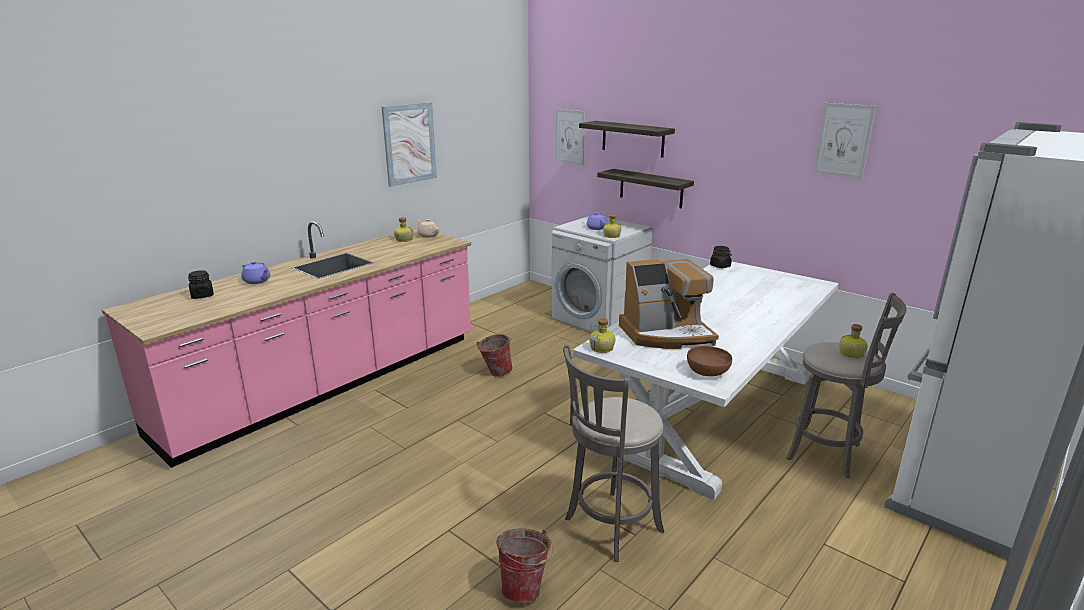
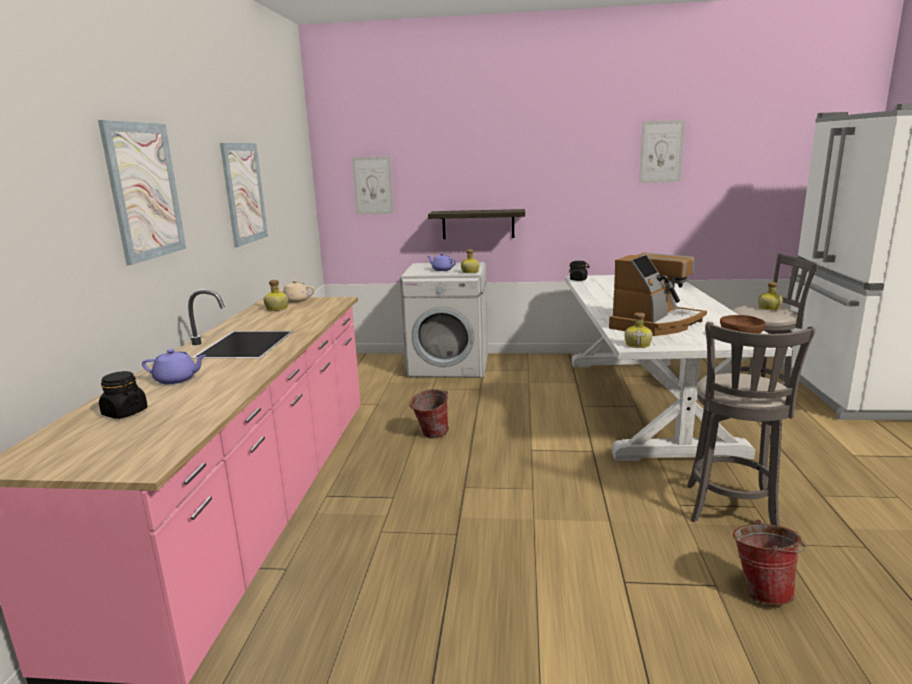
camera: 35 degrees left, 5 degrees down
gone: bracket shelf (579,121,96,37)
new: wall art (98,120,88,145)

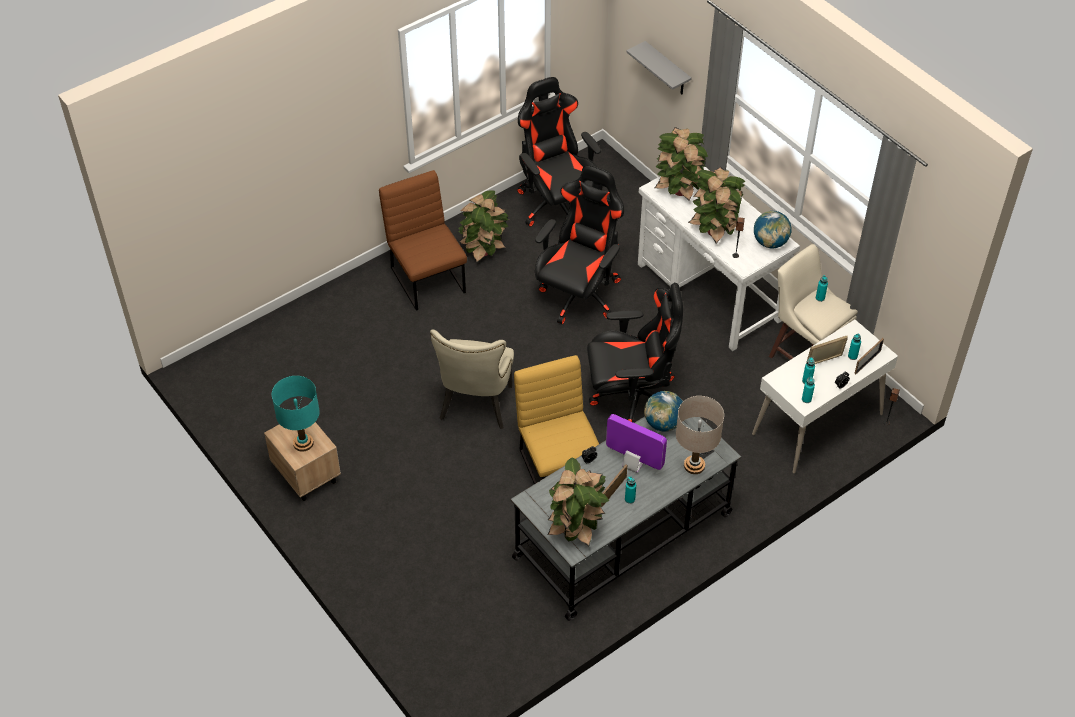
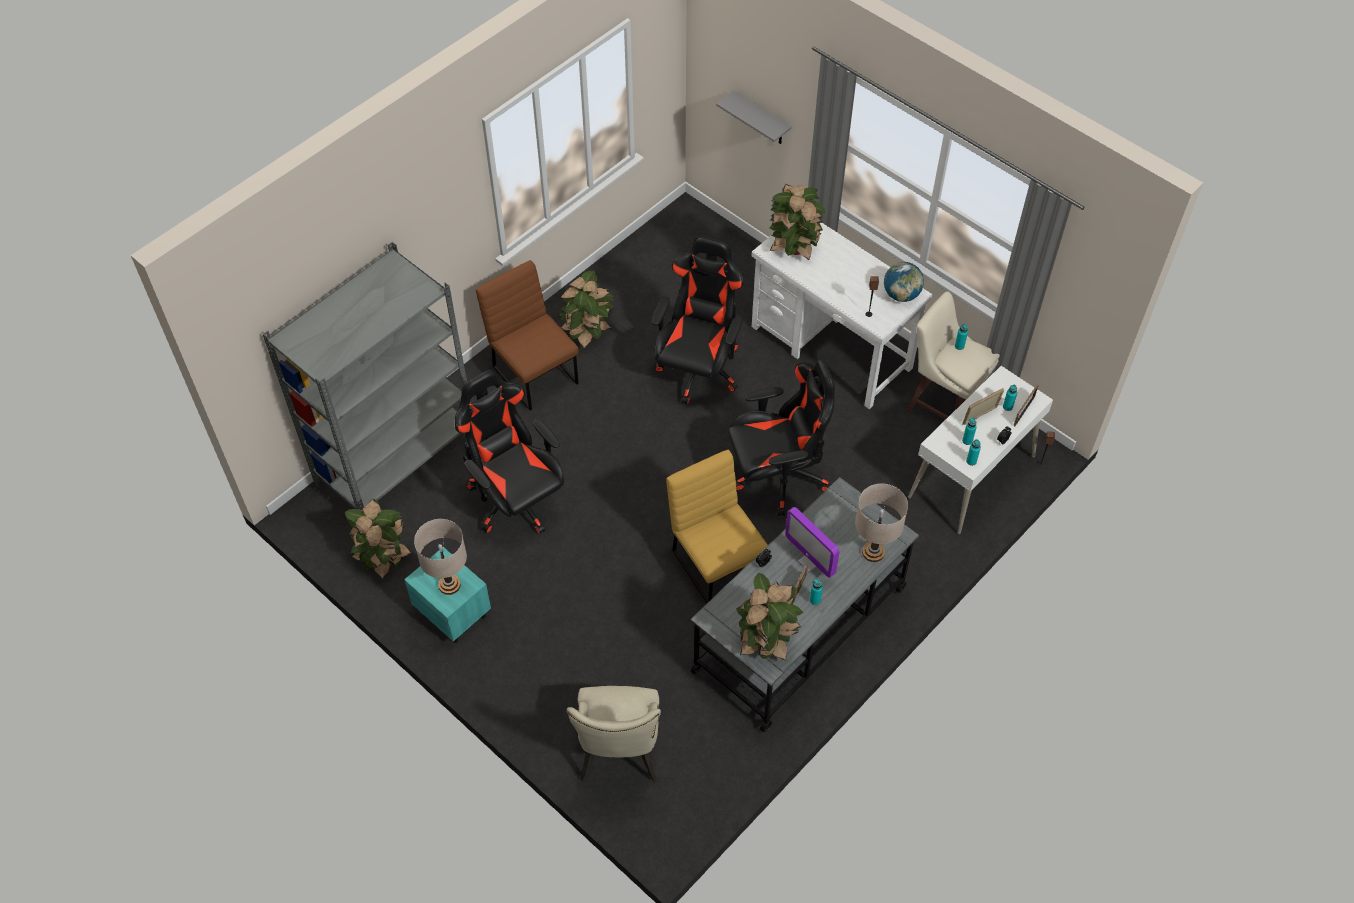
camera: 10 degrees left, 5 degrees up
gone: globe (644,391,39,41)
new: grey bookshelf (263,242,208,268)
shifted: sand-coloured plain chair (430,330,84,99) to (567,686,94,97); black-coloured office chair (517,77,84,150) to (455,370,109,164); houseplant (688,167,57,76) to (345,498,68,81)
repainted: sand-coloured bedside table (264,422,77,79) to turquoise-coloured bedside table (404,547,87,96); turquoise-coloured tabletop lamp (272,376,48,76) to sand-coloured tabletop lamp (414,519,53,76)
rotated: monitor (606,414,61,59) = (785,507,54,71) 150 degrees counterclockwise

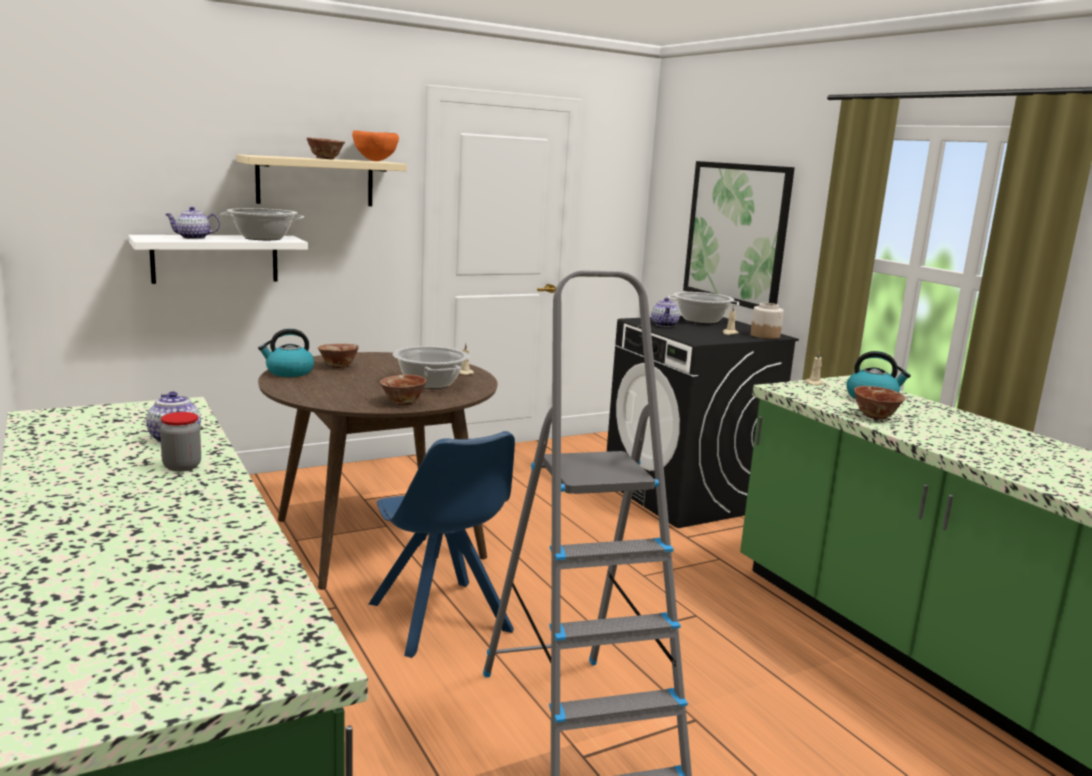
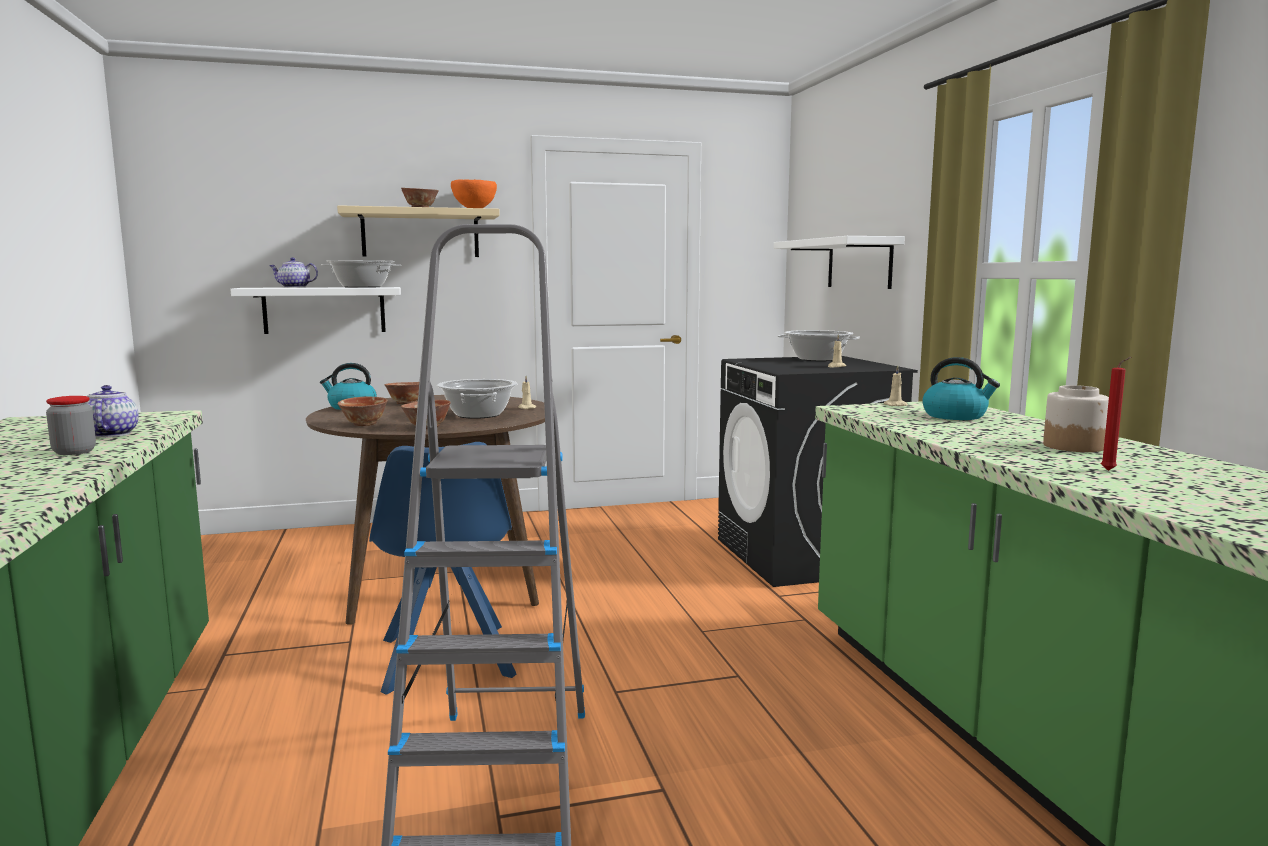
camera: 15 degrees right, 5 degrees down
gone: teapot (651,297,29,30)
new: red-coloured candle (1101,357,30,114)
shifted: preserve jar (750,303,34,36) to (1043,385,66,67); serving bowl (854,386,51,34) to (338,397,50,29)
swapped: wall art (683,161,112,148) to white bracket shelf (774,236,131,53)

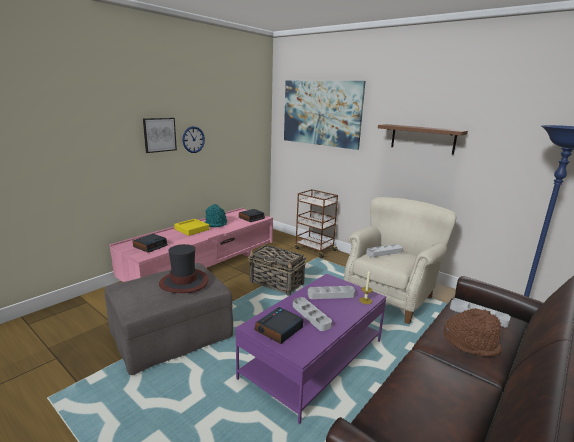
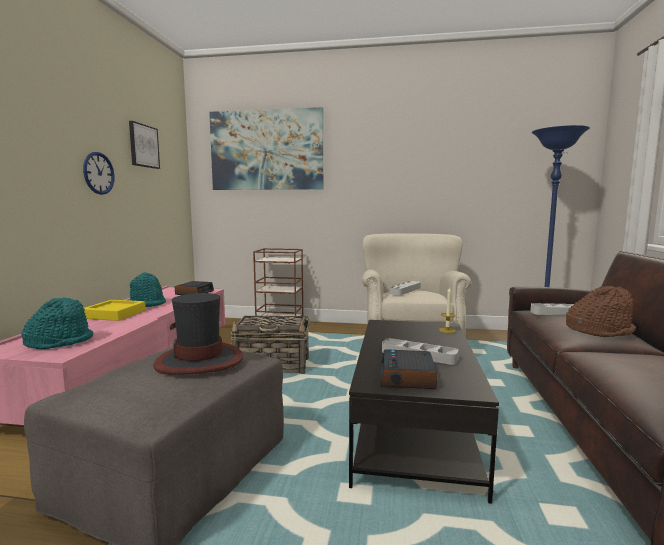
camera: 30 degrees left, 10 degrees down
gone: grey tray (308,286,47,13); brown-coloured bracket shelf (378,124,90,31)
shifted: wall art (143,118,34,35) to (129,121,31,48)
swapped: alarm clock (133,234,35,19) to turquoise-coloured wearable hat (21,297,72,53)
repainted: purple-coloured lounge table (235,274,151,150) to black-coloured lounge table (349,320,150,184)

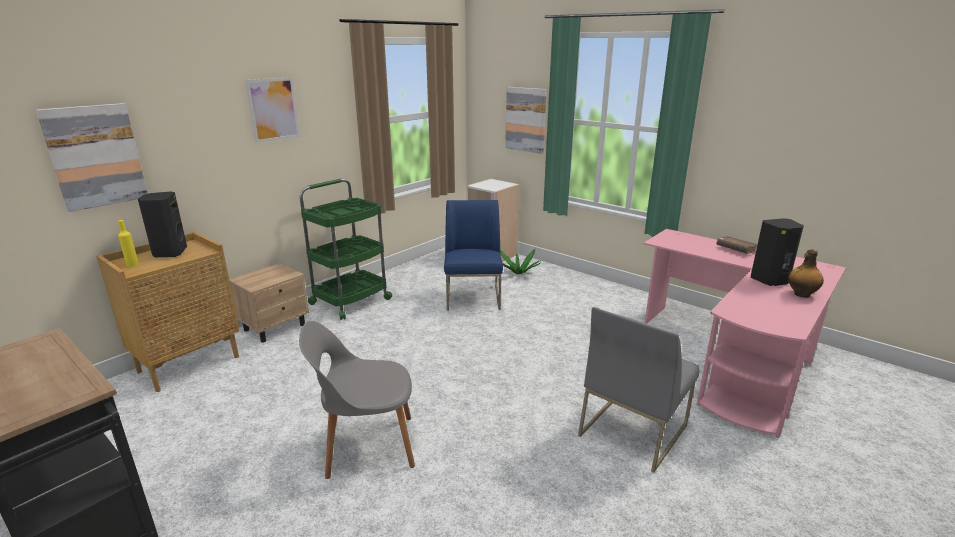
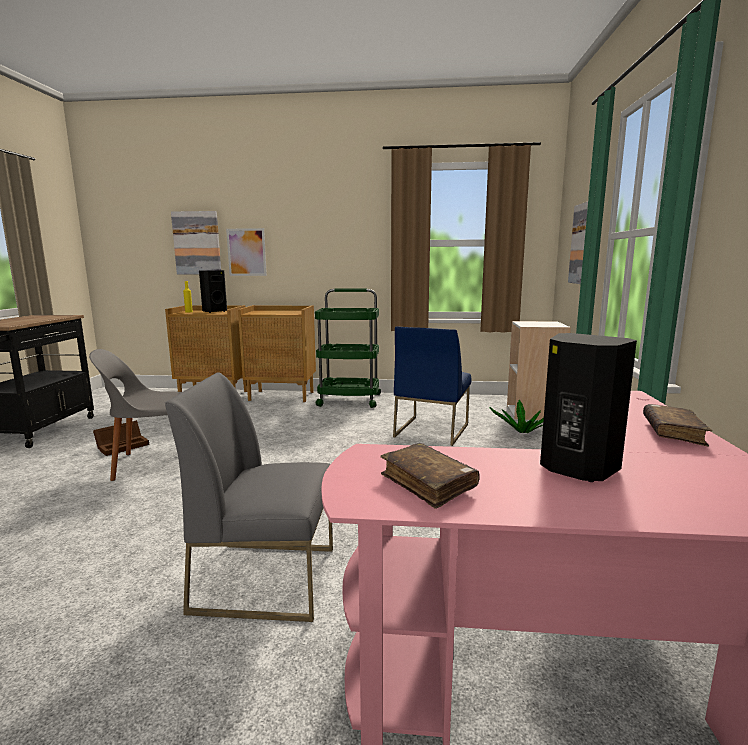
camera: 55 degrees right, 10 degrees down
gone: beverage bottle (788,249,36,49)
new: brown-coloured storage bin (93,420,56,36); brown-coloured volume (381,443,99,66)
shifted: wall art (245,78,55,65) to (226,228,41,48)
swapped: sand-coloured bedside table (229,263,80,80) to brown-coloured cupboard (238,305,78,97)
rotated: grey plain chair (299,321,116,158) = (89,349,93,132) 60 degrees counterclockwise; bluish plain chair (444,200,59,111) = (393,326,78,120) 150 degrees clockwise

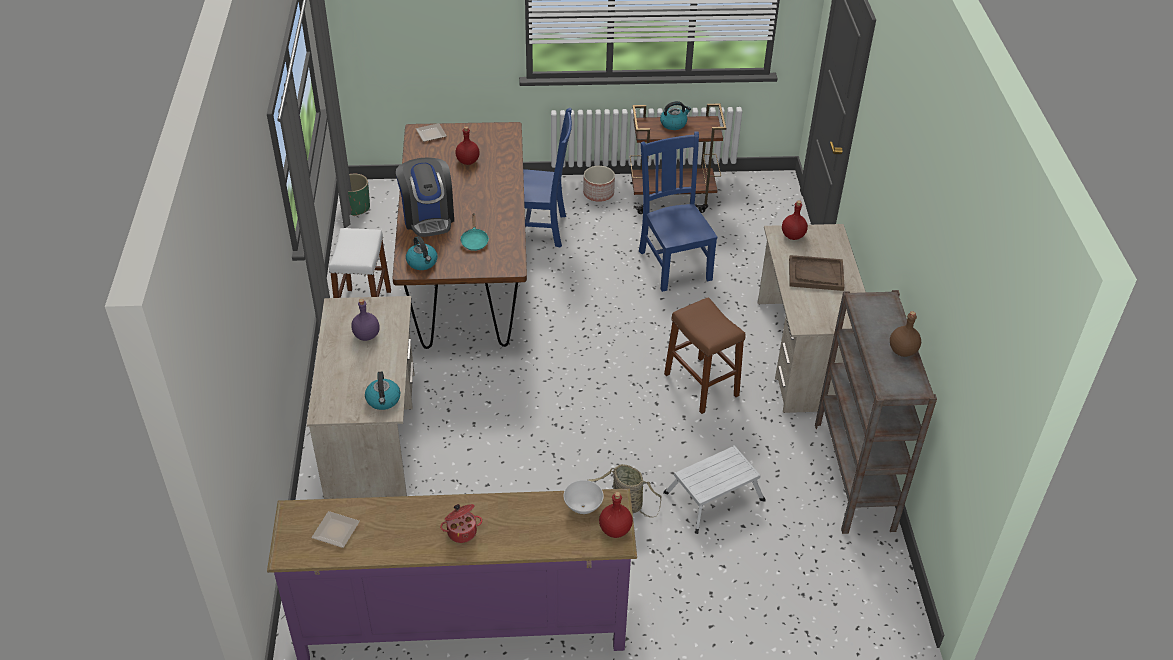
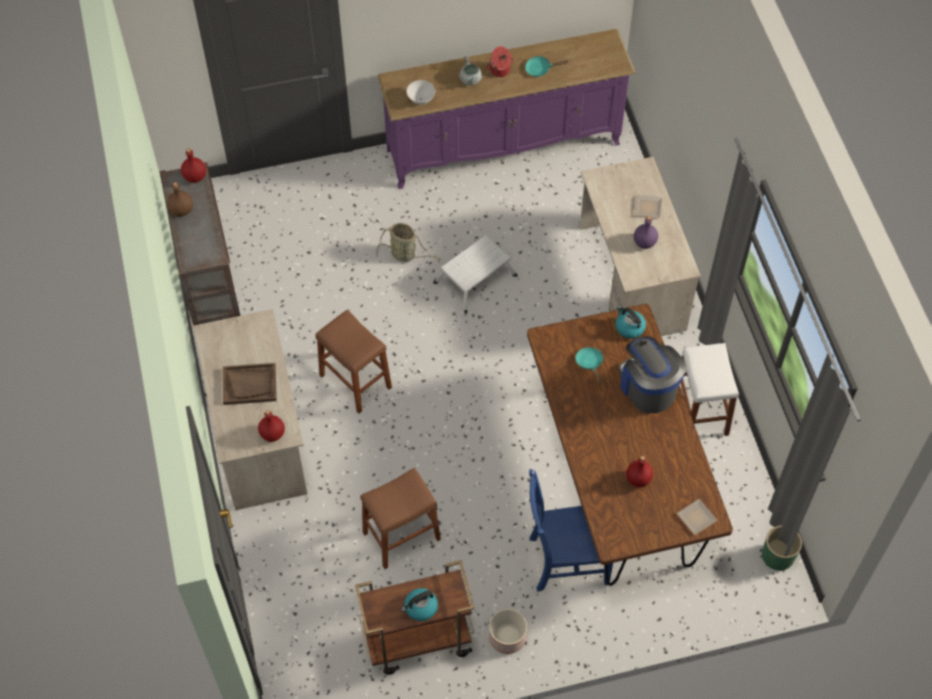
camera: 170 degrees right, 15 degrees up
gone: water kettle (365,372,35,38)
new: grey saucepot (459,56,23,29); turquoise-coloured pan (525,56,44,21)
shifted: flat dish (311,511,49,37) to (634,195,28,23); red-coloured beverage bottle (599,492,34,46) to (181,149,25,34); white step stool (663,445,103,89) to (433,235,85,79)
swapped: bluish plain chair (639,131,79,161) to brown-coloured sitting stool (360,468,81,101)

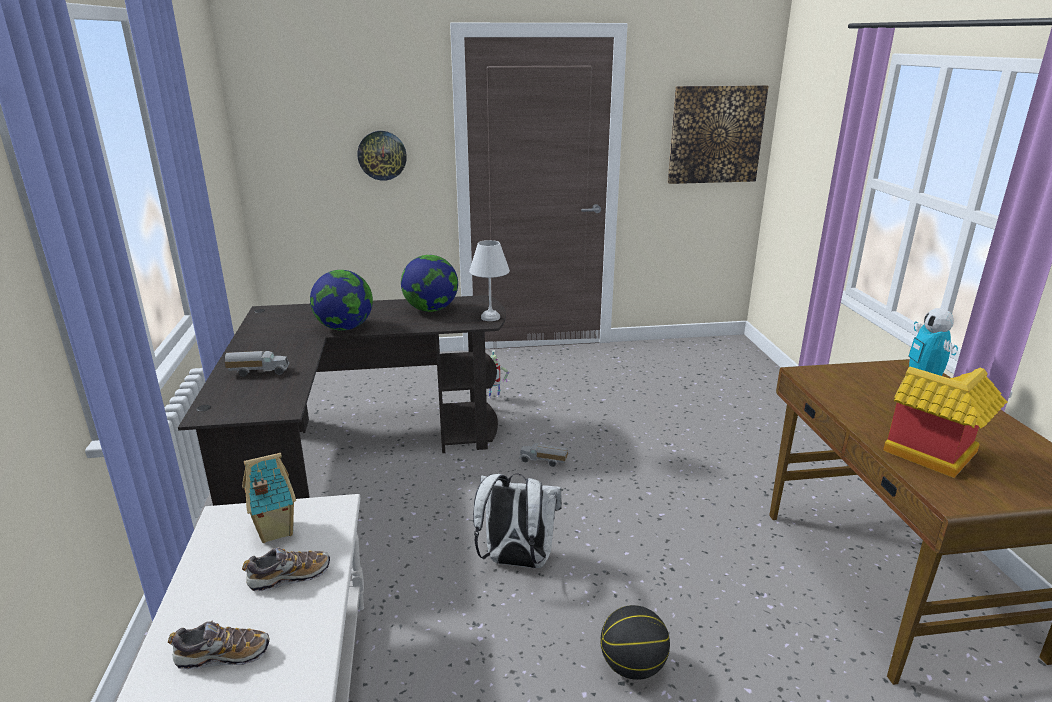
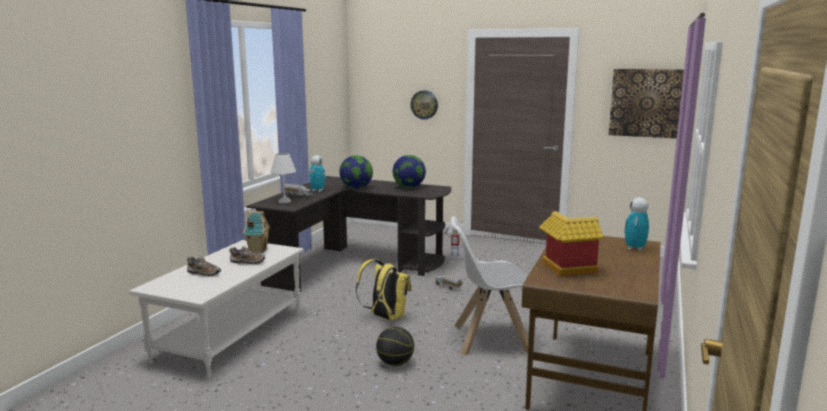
camera: 30 degrees right, 10 degrees down
new: robot figure (310,155,16,37); plain chair (450,216,84,139)
shifted: white tabletop lamp (469,240,41,81) to (271,153,25,50)
repainted: white knapsack (473,473,89,95) to yellowish knapsack (356,259,55,61)

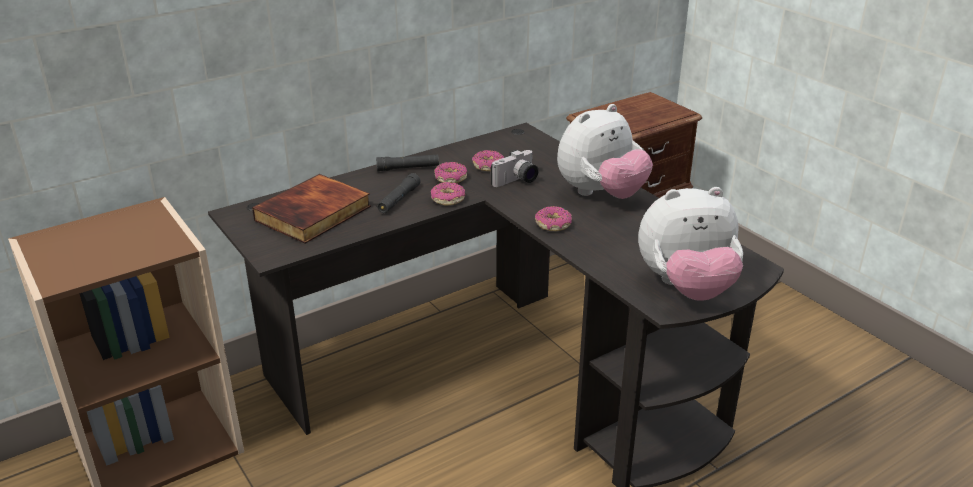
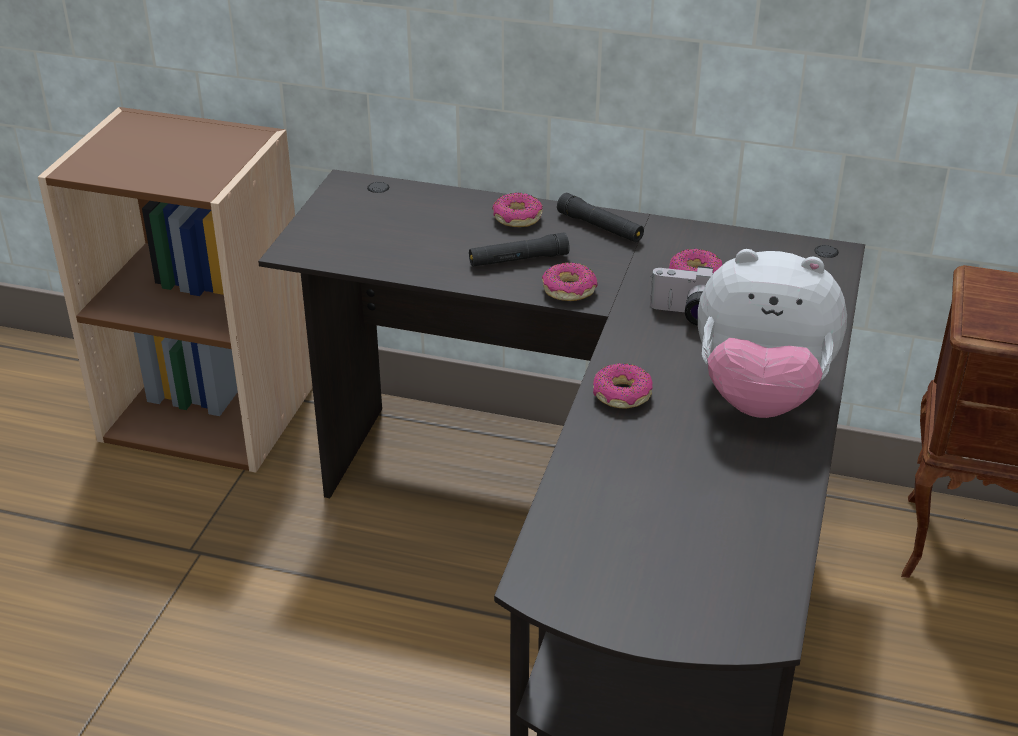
camera: 50 degrees right, 5 degrees up
gone: volume (252,174,119,69); plush toy (638,187,105,114)
shifted: ring doughnut (434,162,33,21) to (492,193,51,34)

